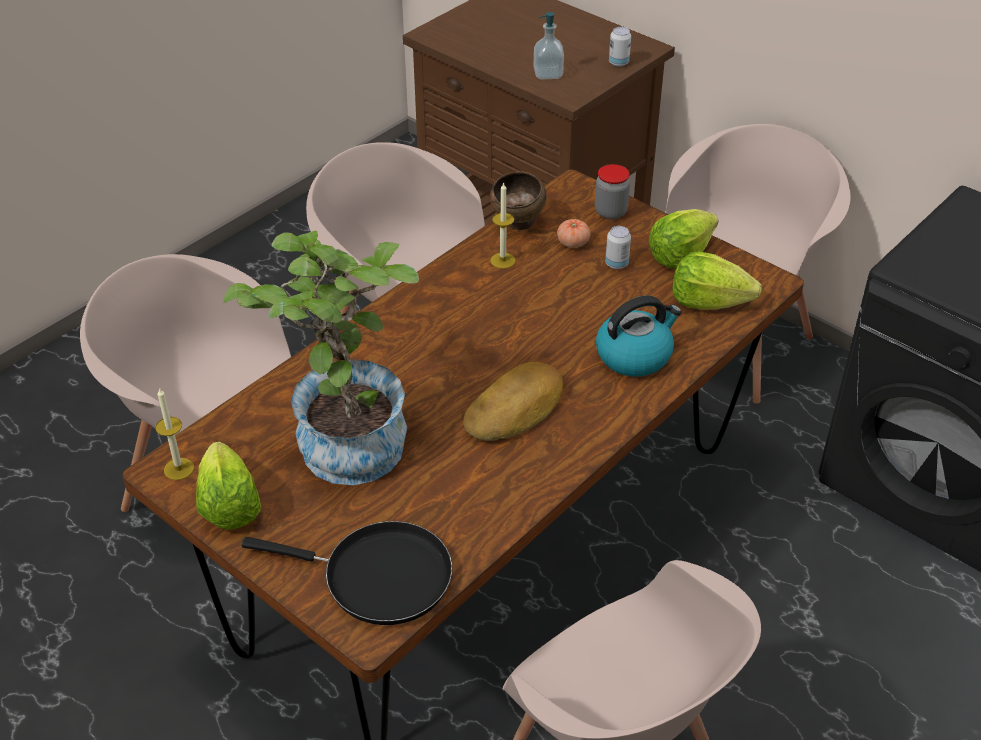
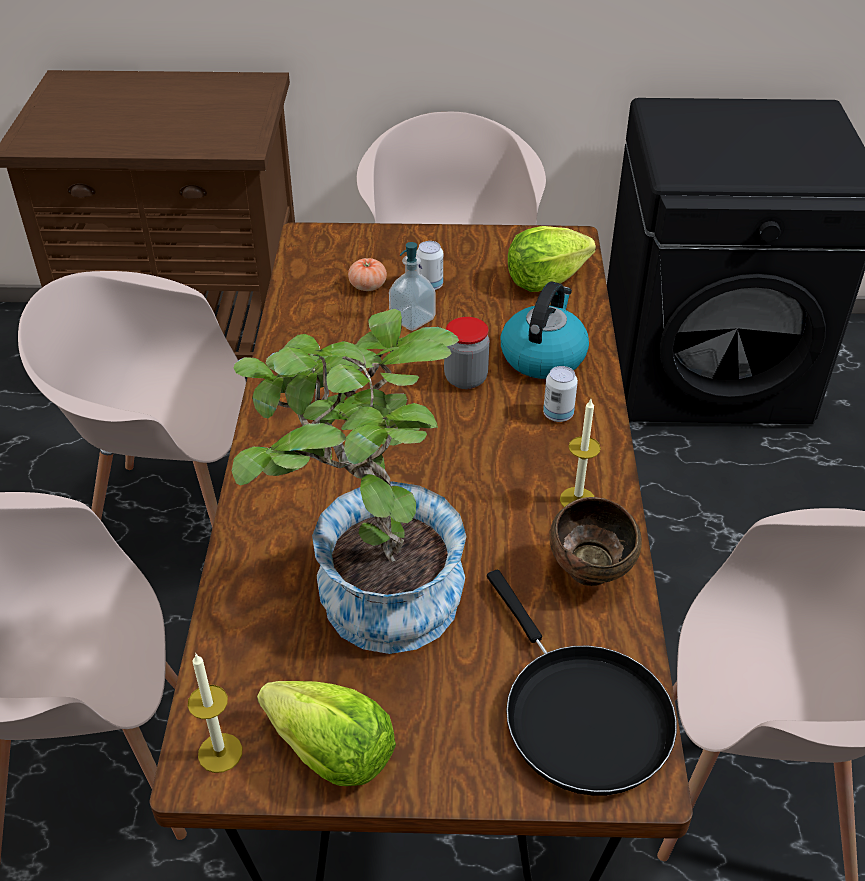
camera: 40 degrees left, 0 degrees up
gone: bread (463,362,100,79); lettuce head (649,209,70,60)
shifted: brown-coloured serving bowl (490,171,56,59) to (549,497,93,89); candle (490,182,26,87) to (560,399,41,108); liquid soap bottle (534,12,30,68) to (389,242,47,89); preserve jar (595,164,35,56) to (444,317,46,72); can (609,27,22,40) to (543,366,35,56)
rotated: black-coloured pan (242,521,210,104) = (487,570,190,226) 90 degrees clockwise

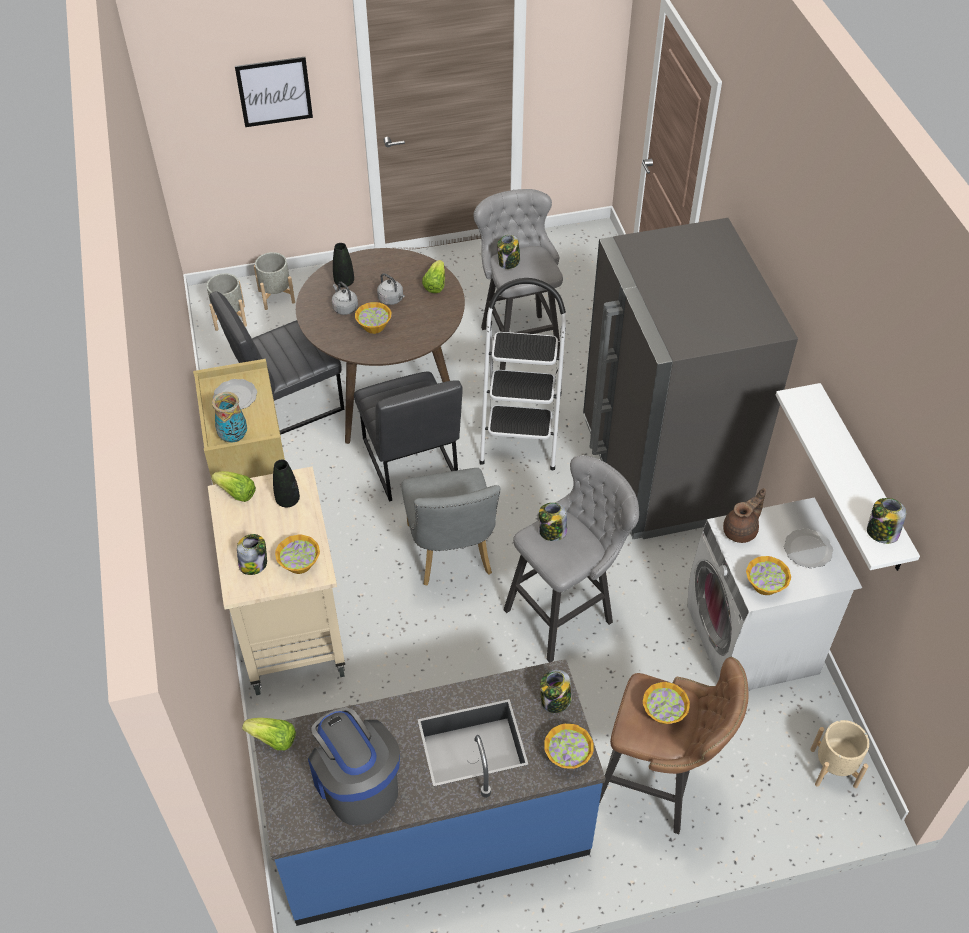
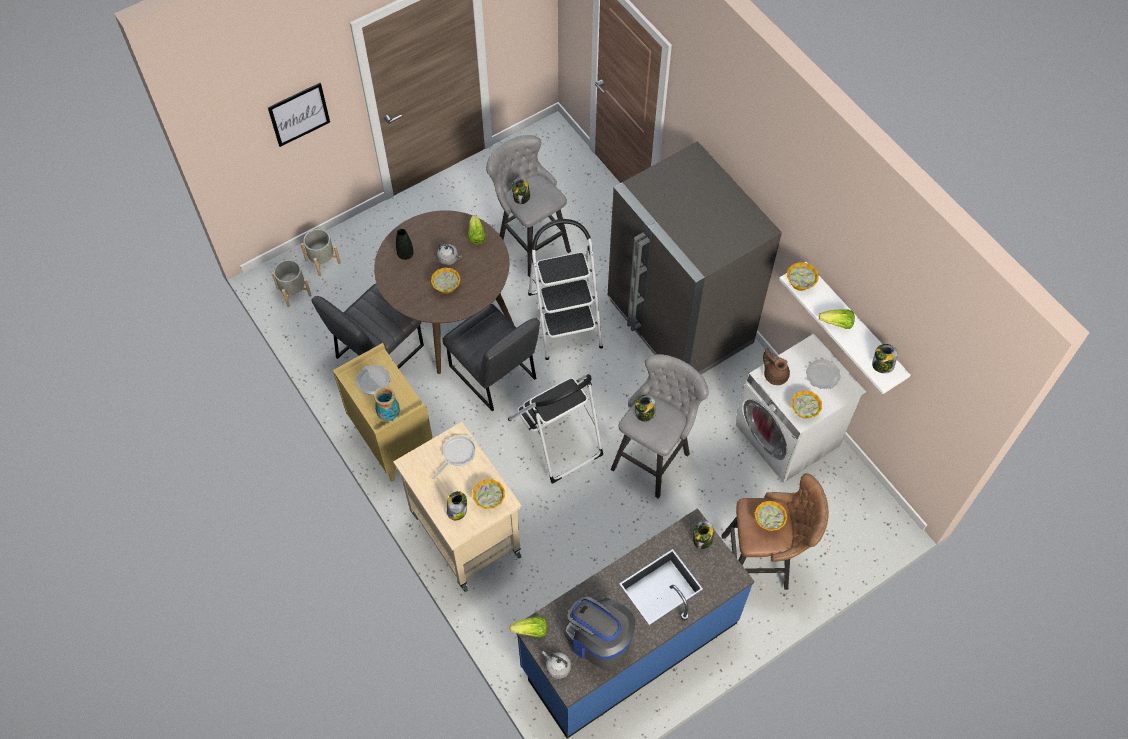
camera: 20 degrees left, 10 degrees up
gone: sand-coloured plant pot (810,720,59,68)
shifted: lettuce head (211,471,45,31) to (819,309,36,20); grey water kettle (332,281,26,34) to (542,651,29,28); serving bowl (544,724,49,45) to (787,262,32,29)
swapped: black-coloured flower vase (273,459,27,48) to pan (432,435,44,44); grey plain chair (401,468,100,117) to step stool (508,374,95,110)
rotated: brown-coloured teapot (723,488,43,55) = (763,348,27,37) 75 degrees counterclockwise

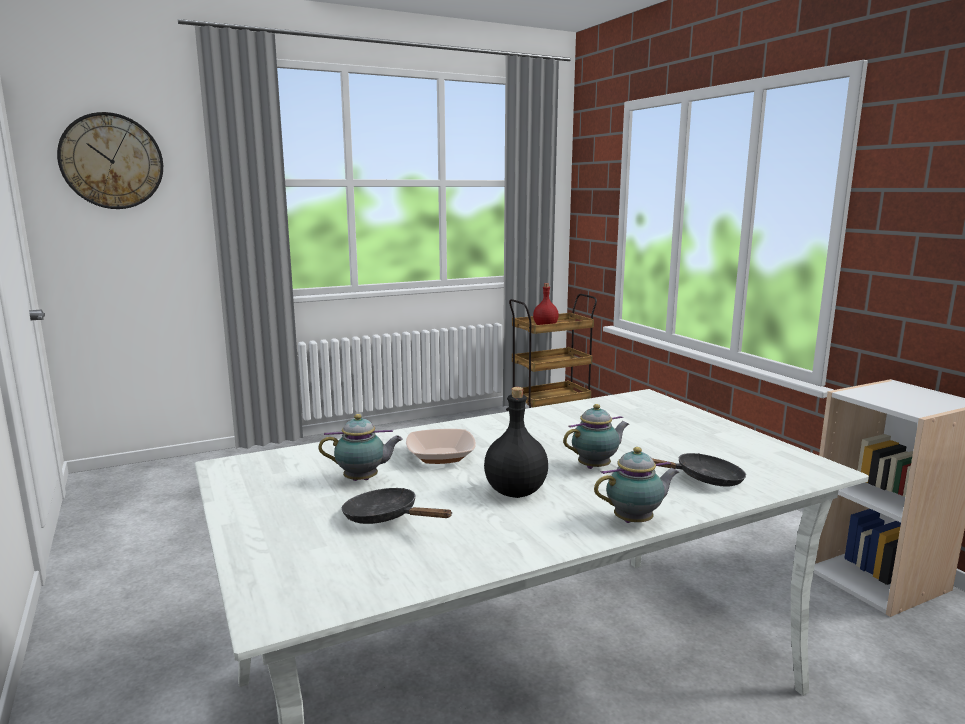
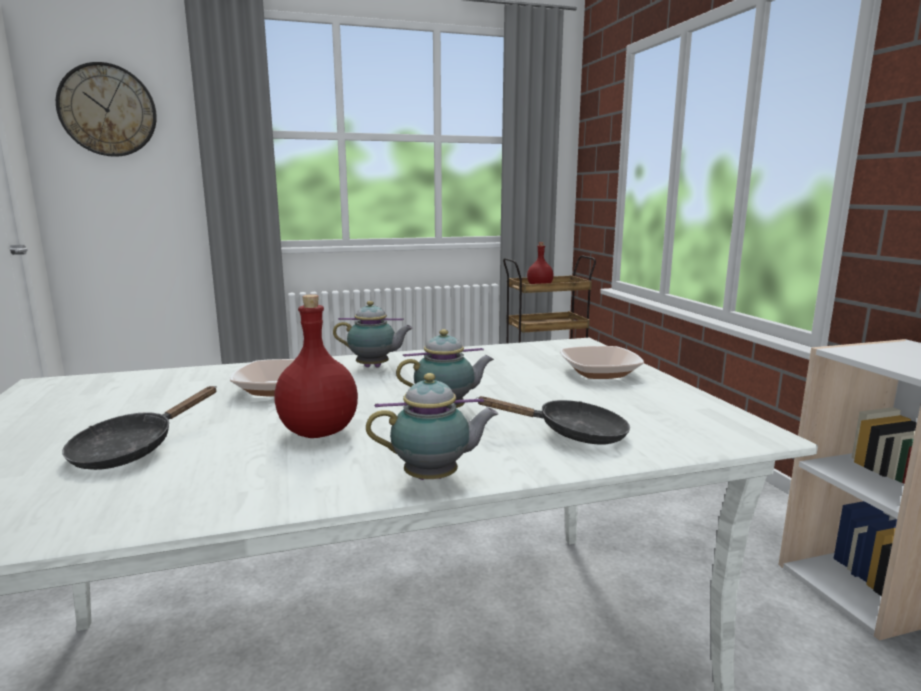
camera: 10 degrees right, 0 degrees up
new: serving bowl (560,346,84,33)
shifted: teapot (319,414,84,67) to (333,301,80,67)
repainted: black-coloured beverage bottle (484,387,64,111) to red-coloured beverage bottle (274,294,84,144)
rotated: black-coloured pan (342,488,110,36) = (62,386,155,84) 105 degrees counterclockwise

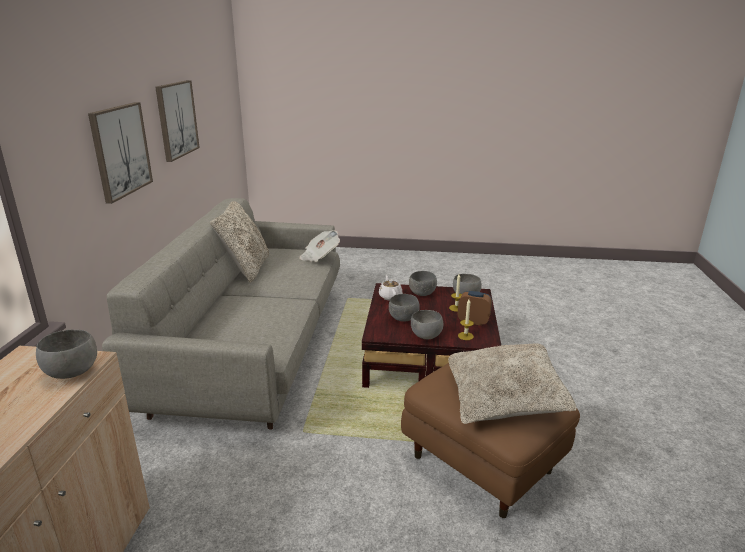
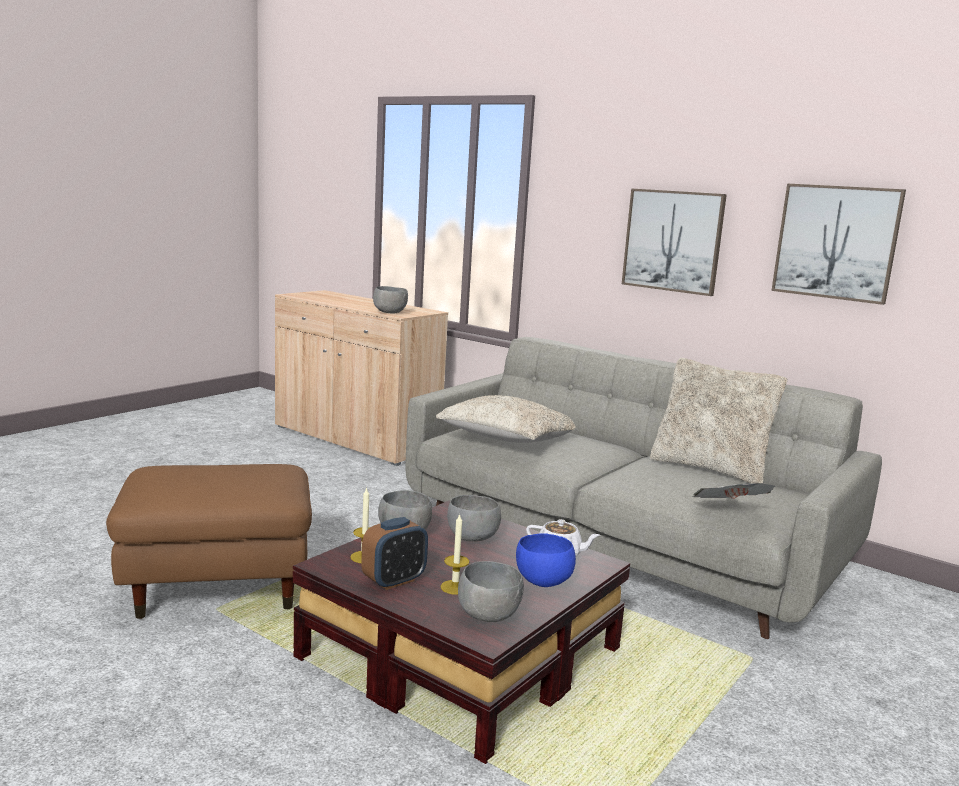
camera: 120 degrees right, 10 degrees down
shifted: sand-coloured throw pillow (448,343,129,81) to (436,395,140,48)
repainted: grey serving bowl (409,271,28,25) to bluish serving bowl (516,533,60,54)

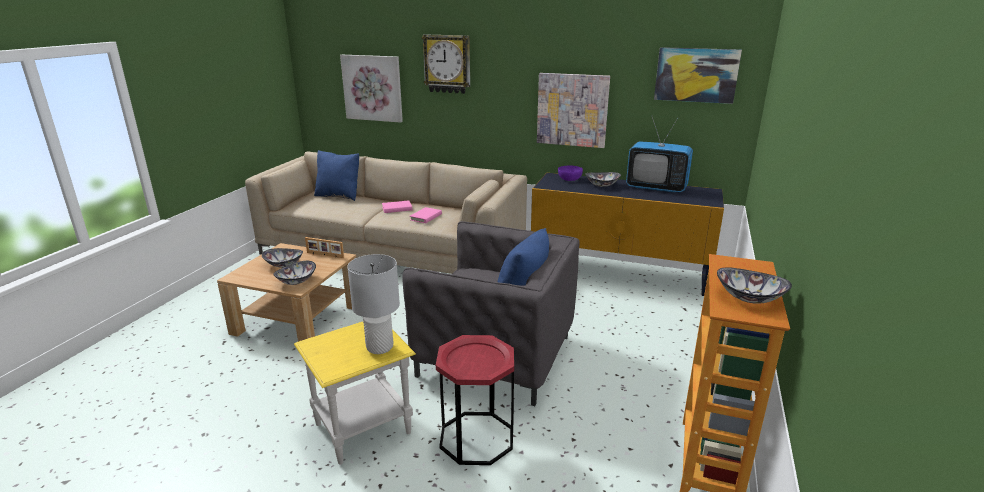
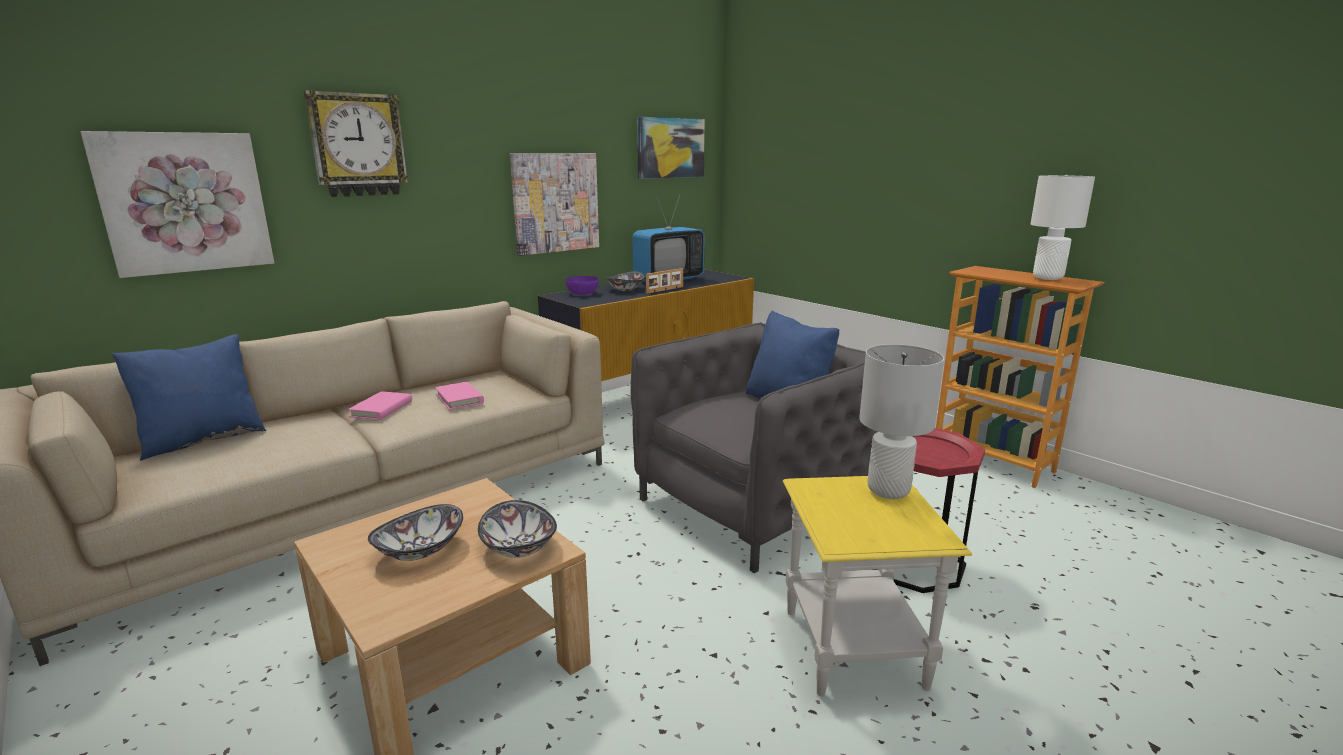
camera: 60 degrees left, 5 degrees down
shifted: picture frame (305,237,39,21) to (646,268,37,26)
swapped: serving bowl (717,267,75,37) to white tabletop lamp (1030,175,65,105)

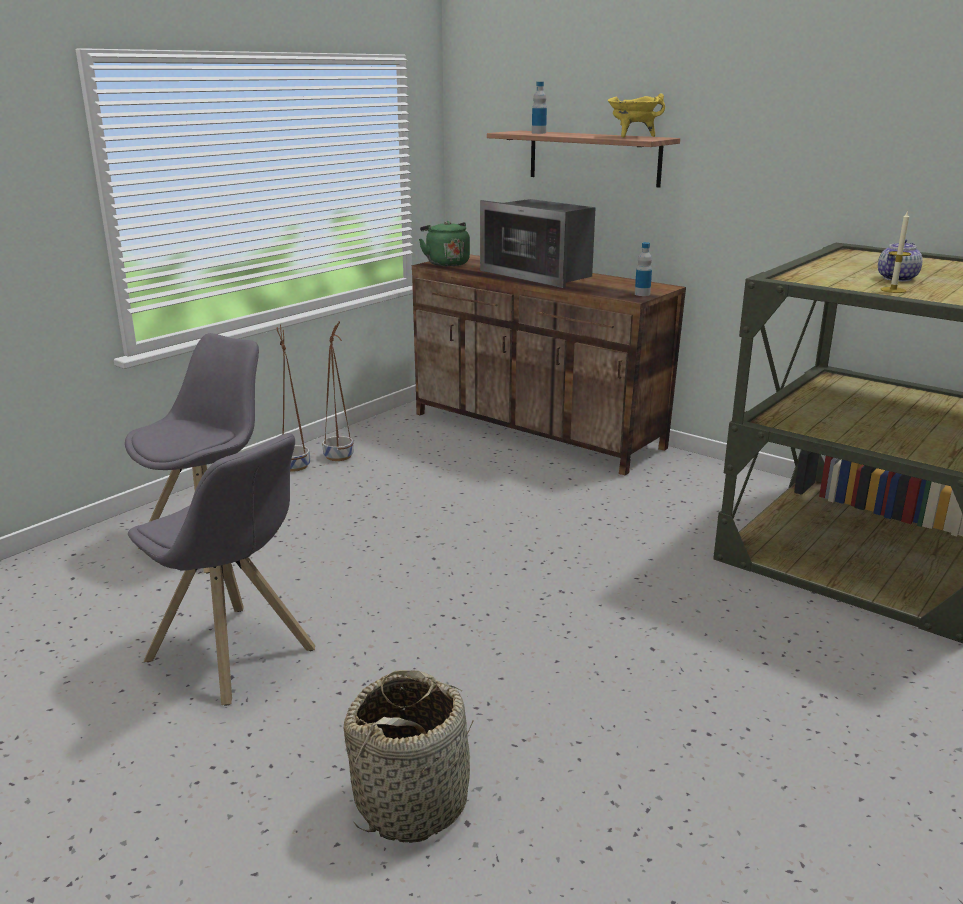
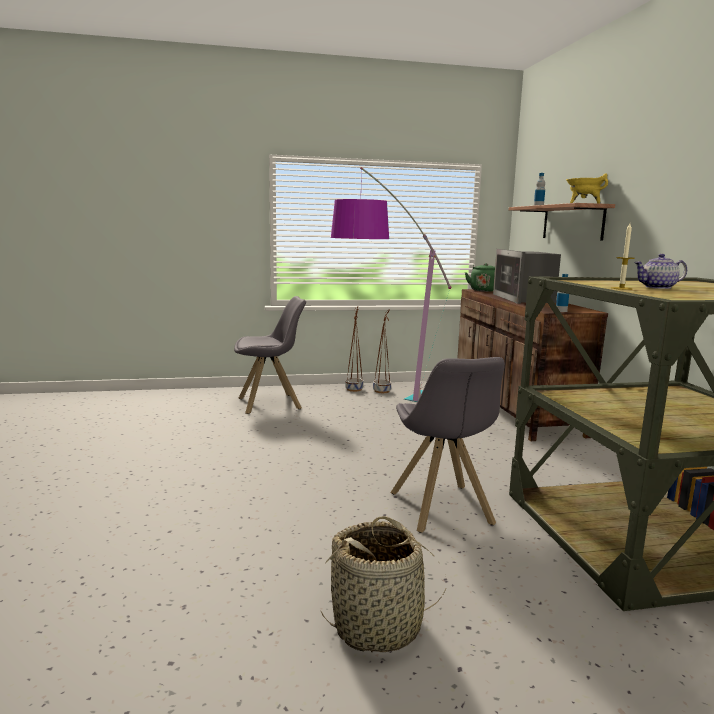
camera: 40 degrees right, 10 degrees down
new: standard lamp (331,167,121,235)
shifted: grey plain chair (128,433,187,273) to (390,357,115,176); storage basket (344,670,130,173) to (320,516,126,136)

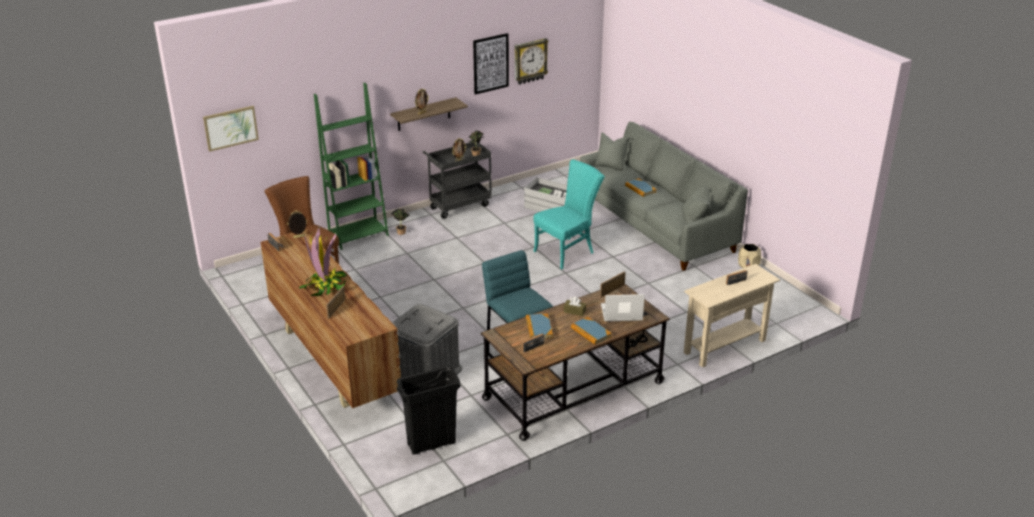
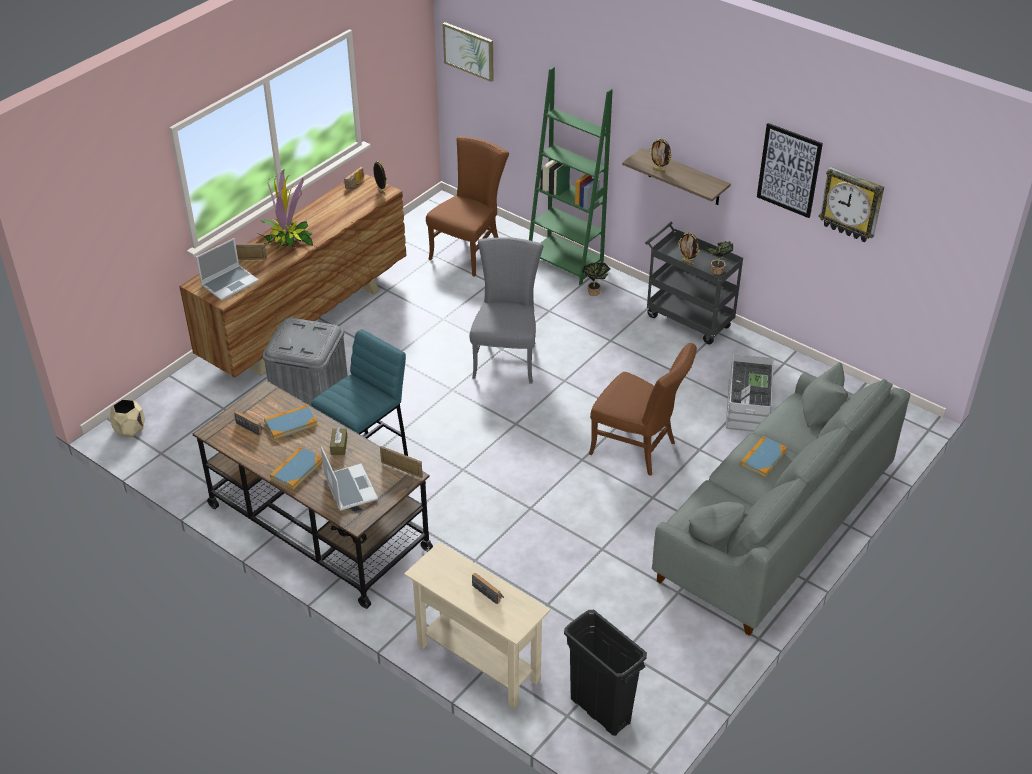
camera: 70 degrees right, 10 degrees up
new: notebook computer (196,238,63,62); grey plain chair (470,237,73,147)
shifted: black-coloured rubbish bin (396,366,65,89) to (564,610,83,126); sand-coloured plant pot (738,244,23,24) to (110,399,35,38)
repainted: turquoise-coloured plain chair (533,159,72,110) to brown-coloured plain chair (589,343,108,133)

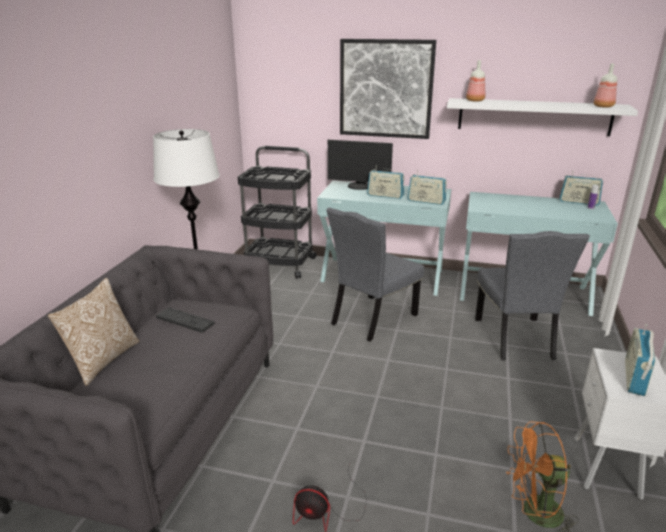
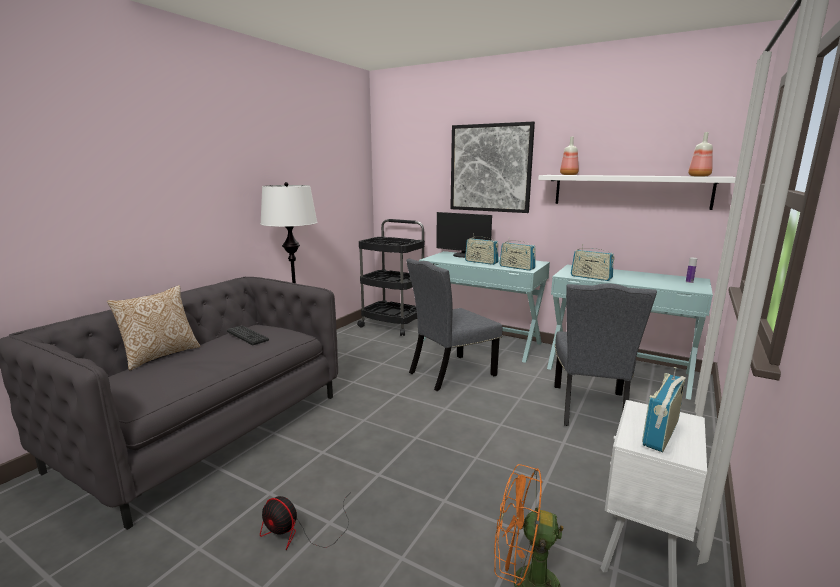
camera: 15 degrees right, 10 degrees down
shifted: radio set (560,173,43,32) to (571,244,43,37)

